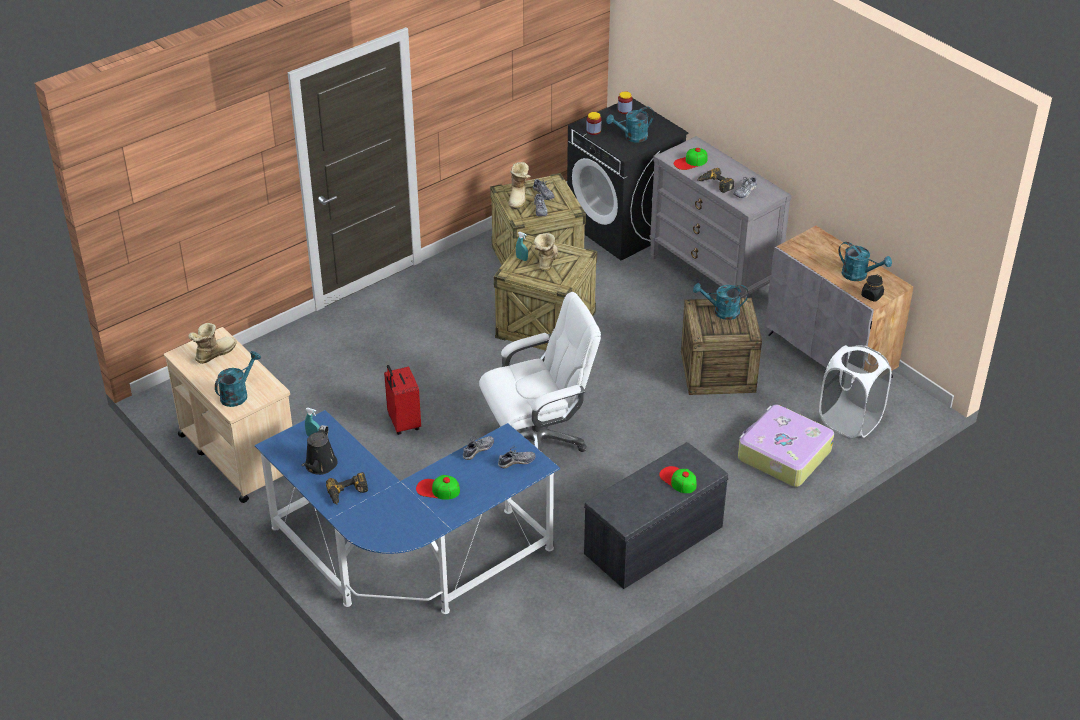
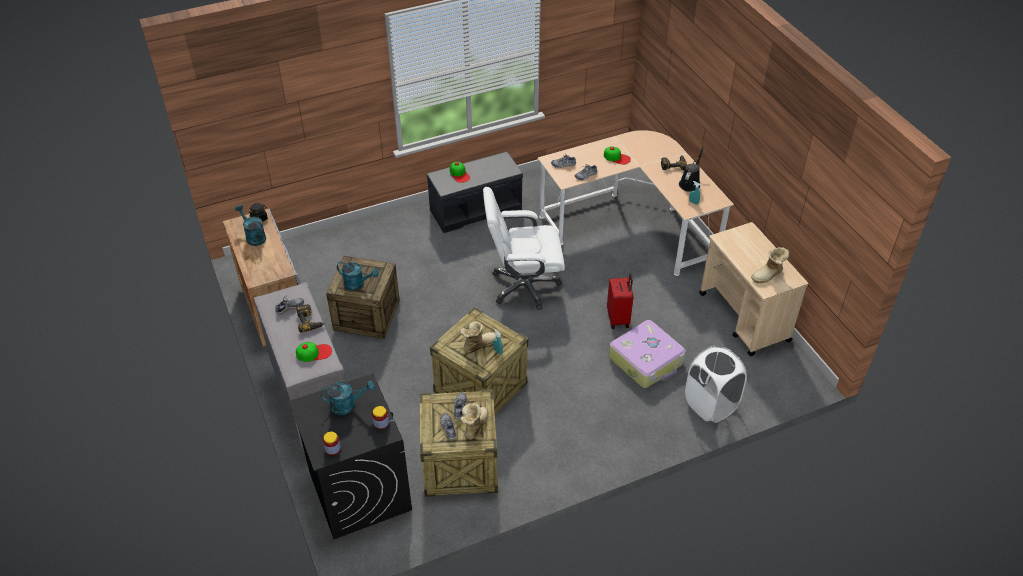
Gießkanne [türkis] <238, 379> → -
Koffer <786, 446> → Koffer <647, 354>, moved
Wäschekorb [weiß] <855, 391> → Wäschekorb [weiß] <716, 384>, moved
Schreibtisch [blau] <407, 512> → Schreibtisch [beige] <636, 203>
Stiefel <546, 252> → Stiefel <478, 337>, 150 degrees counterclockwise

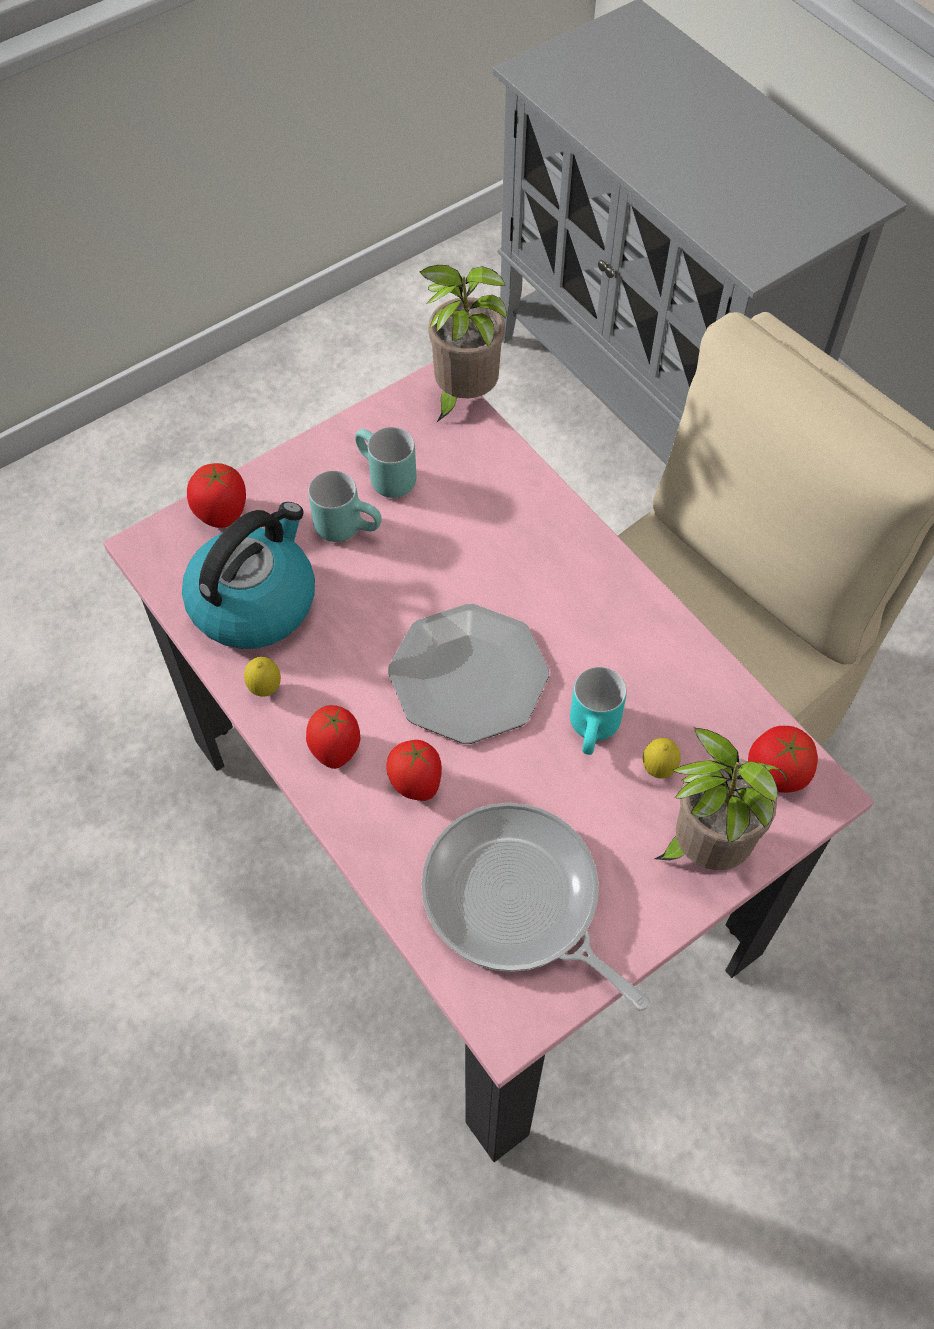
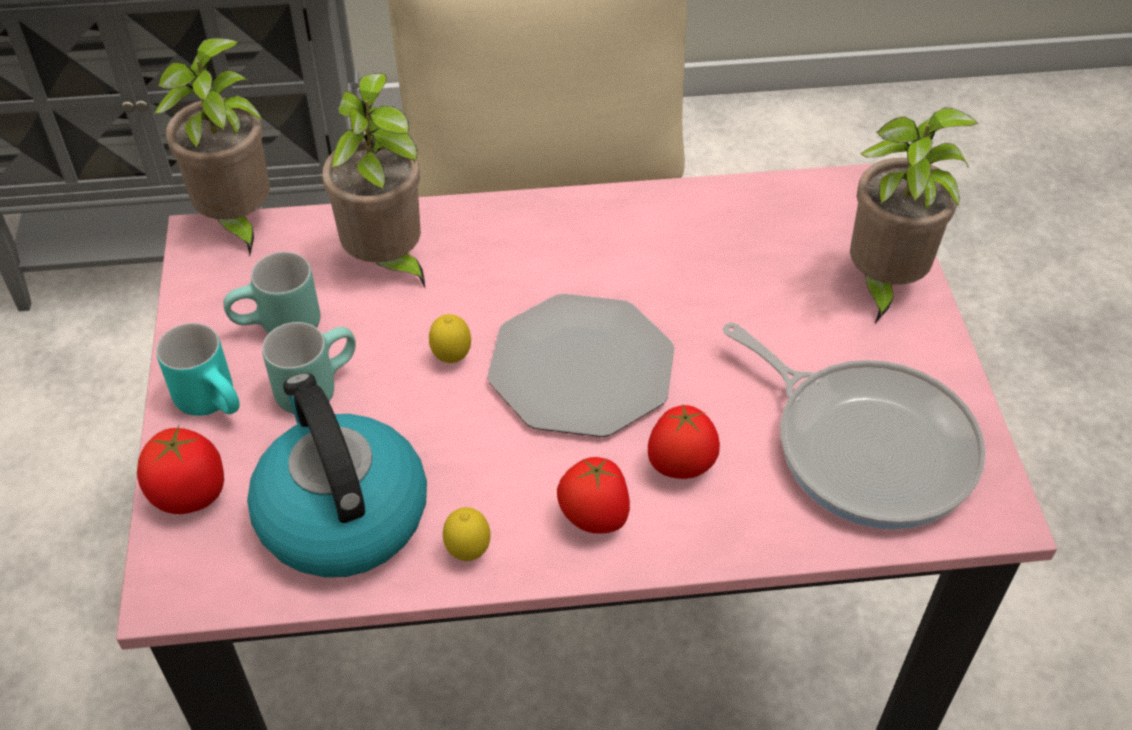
Tomate <783, 759> → -
- → Topfpflanze <373, 180>
Henkelbecher [türkis] <598, 711> → Henkelbecher [türkis] <198, 369>, moved
Zitrone <662, 758> → Zitrone <450, 338>, moved
Pfanne <535, 907> → Pfanne <854, 426>, 120 degrees counterclockwise

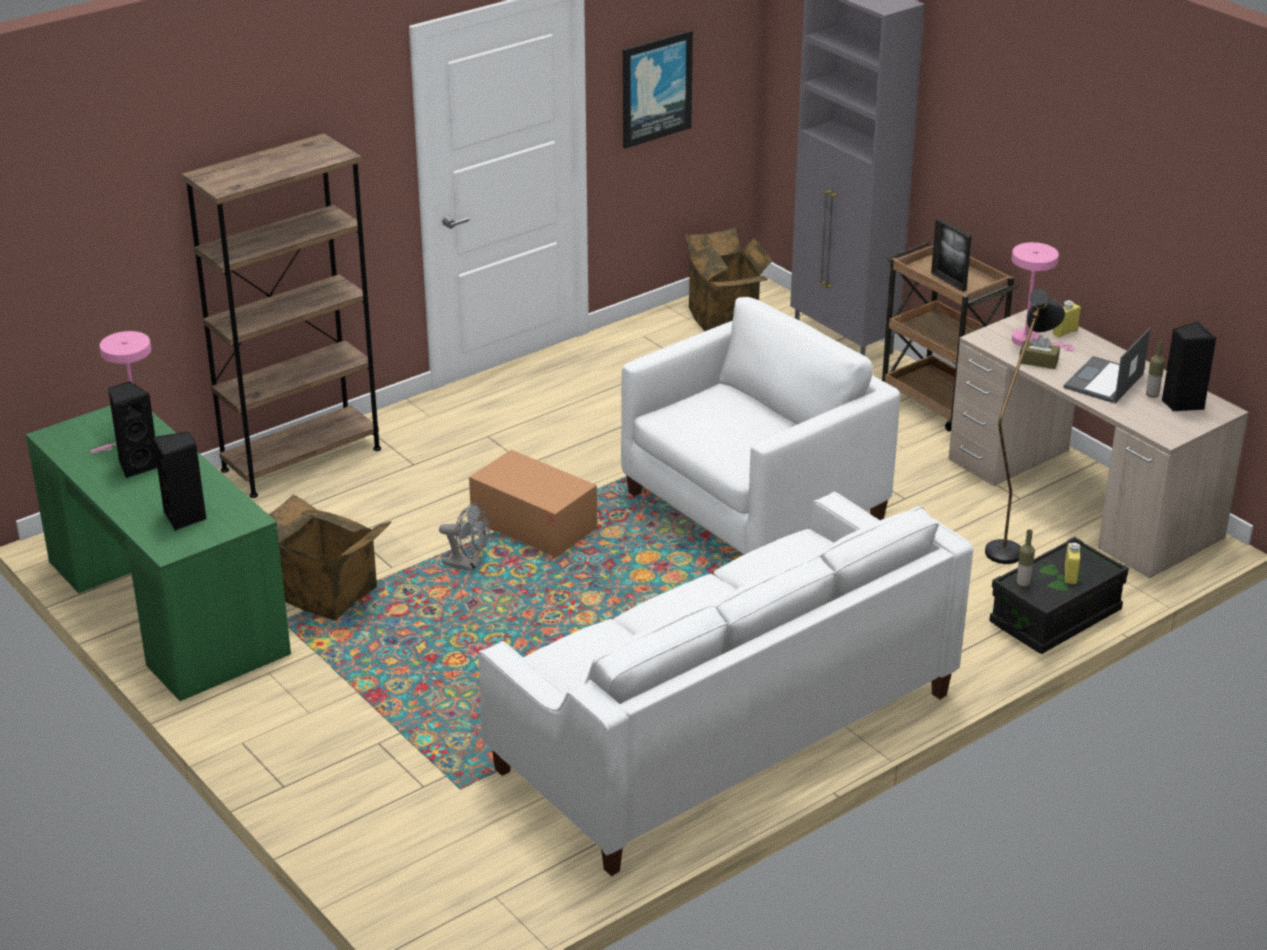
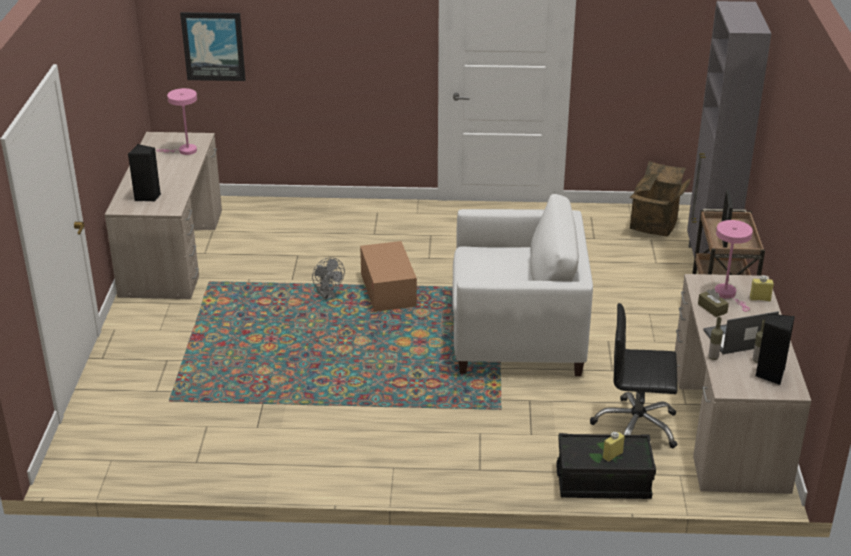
Lautsprecher [schwarz] <132, 430> → -
Bücherregal [braun] <281, 315> → -
Karton <330, 557> → -
Sofa [weiß] <726, 684> → -
Bild <658, 89> → Bild <213, 46>, moved
Flasche <1026, 558> → Flasche <715, 338>, moved
Stehlampe [schwarz] <1025, 426> → Bürostuhl [schwarz] <634, 376>
Schreibtisch [grün] <158, 553> → Schreibtisch [beige] <163, 215>

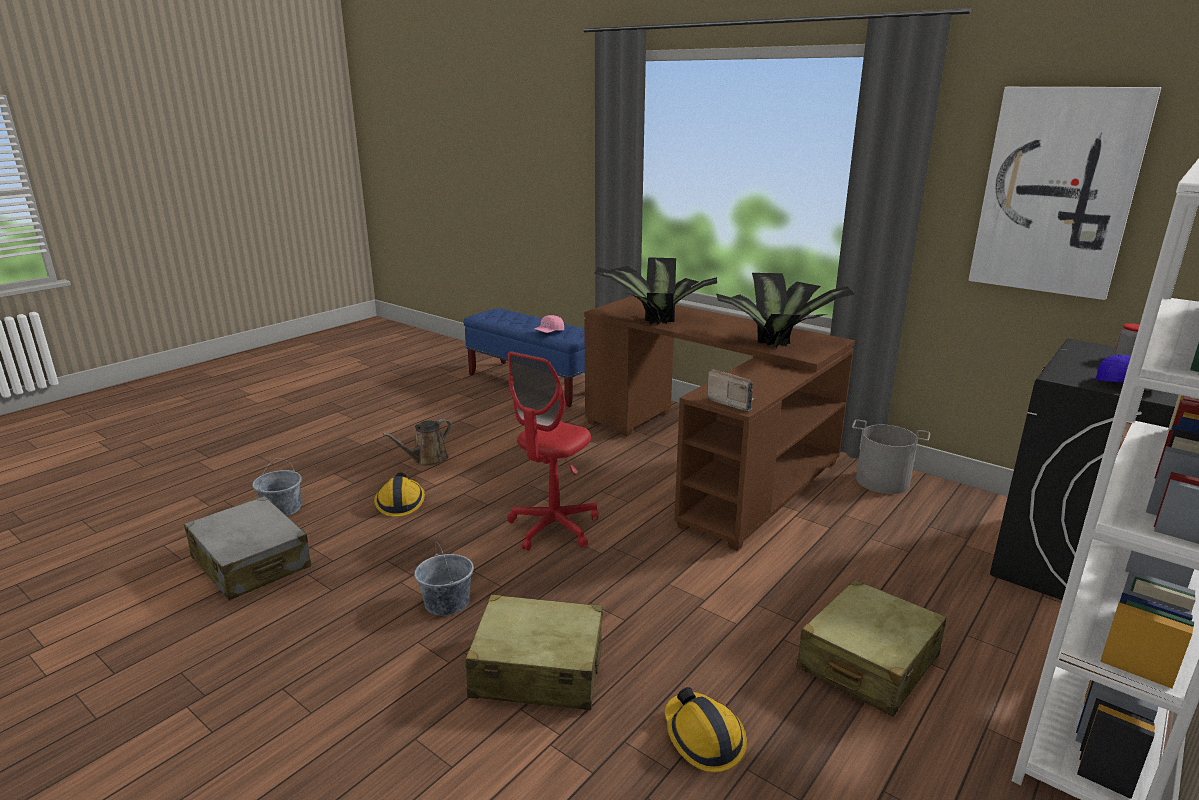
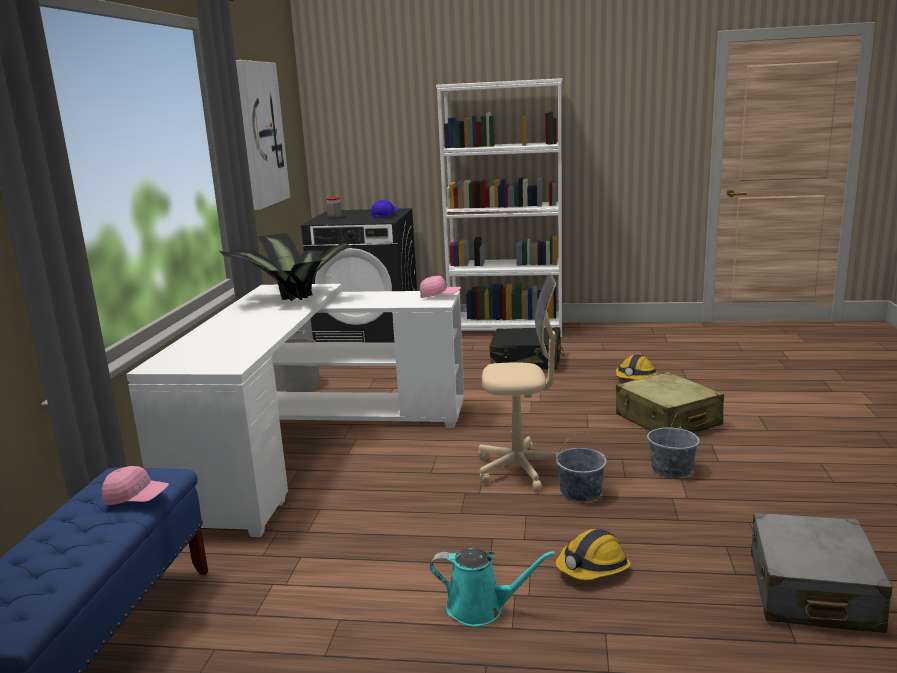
Topfpflanze <655, 291> → -
Eimer [grau] <277, 487> → Eimer [grau] <581, 467>, moved
Radio <731, 390> → Kappe [rosa] <440, 287>
Gießkanne [braun] <417, 442> → Gießkanne [türkis] <492, 587>
Bürostuhl [rot] <552, 451> → Bürostuhl [beige] <519, 383>
Schreibtisch [braun] <719, 423> → Schreibtisch [weiß] <295, 410>
Koffer [beige] <872, 648> → Koffer [schwarz] <526, 348>

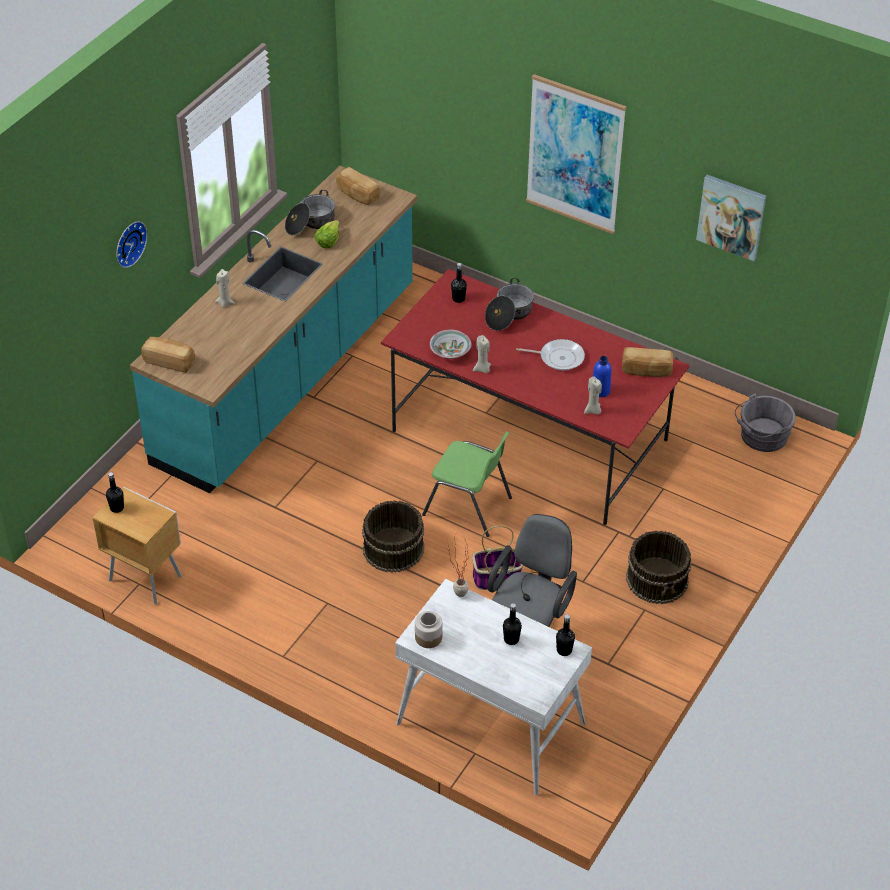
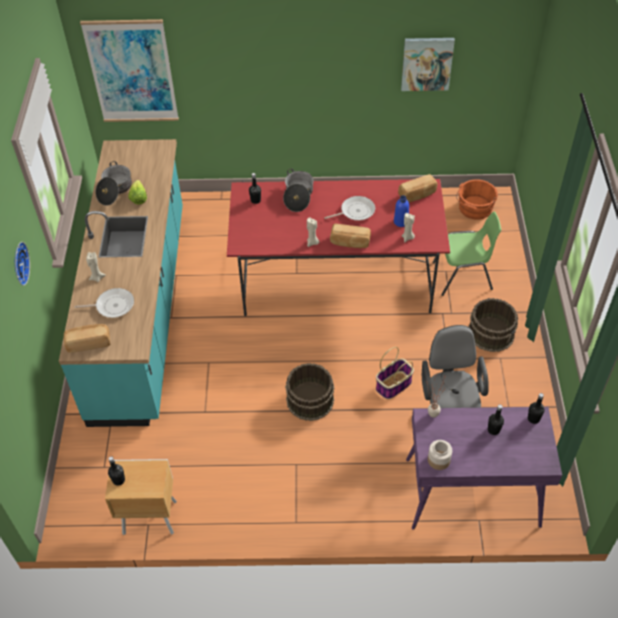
Schüssel <451, 344> → -
- → Pfanne <104, 303>
Brot <358, 186> → Brot <350, 235>, moved
Stuhl [grün] <467, 484> → Stuhl [grün] <467, 254>, moved
Bild <576, 154> → Bild <129, 70>, moved
Schreibtisch [weiß] <493, 687> → Schreibtisch [lila] <484, 468>
Eimer [grau] <765, 423> → Eimer [orange] <477, 199>

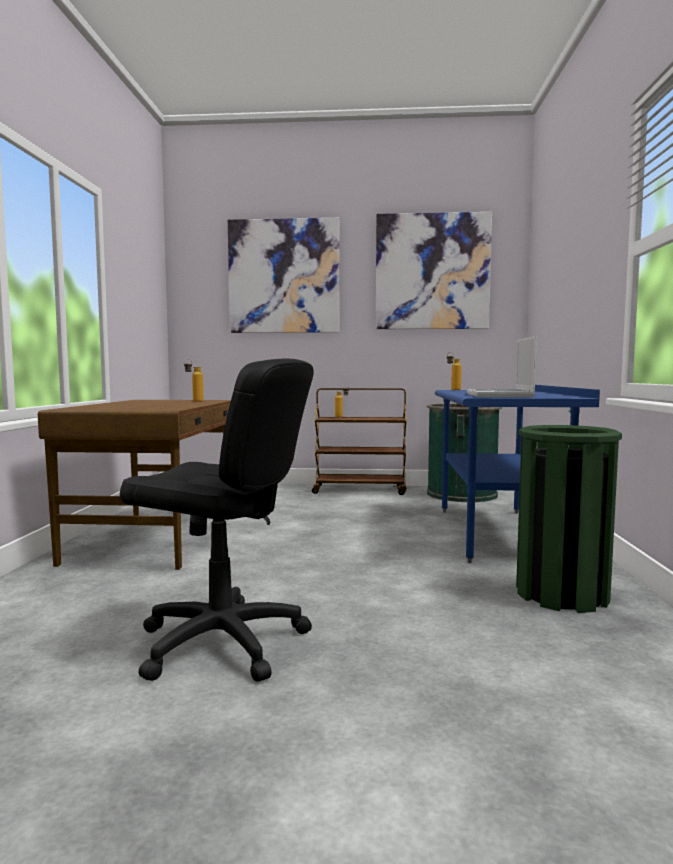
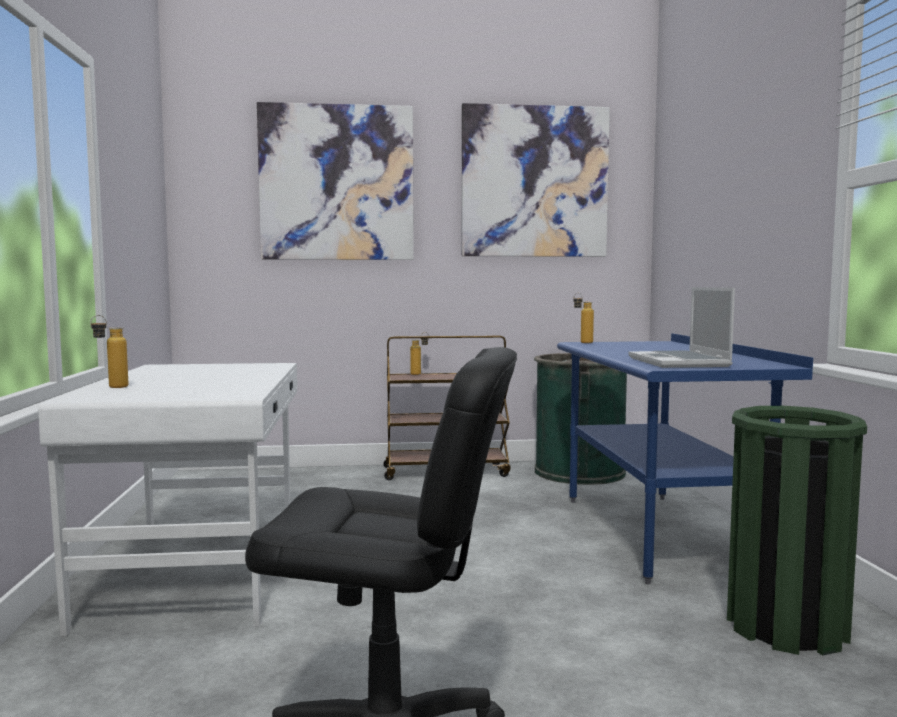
Flasche <194, 380> → Flasche <109, 351>, moved
Schreibtisch [braun] <134, 485> → Schreibtisch [weiß] <167, 499>

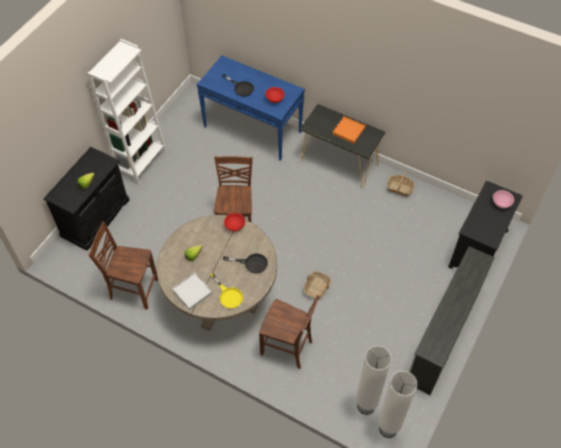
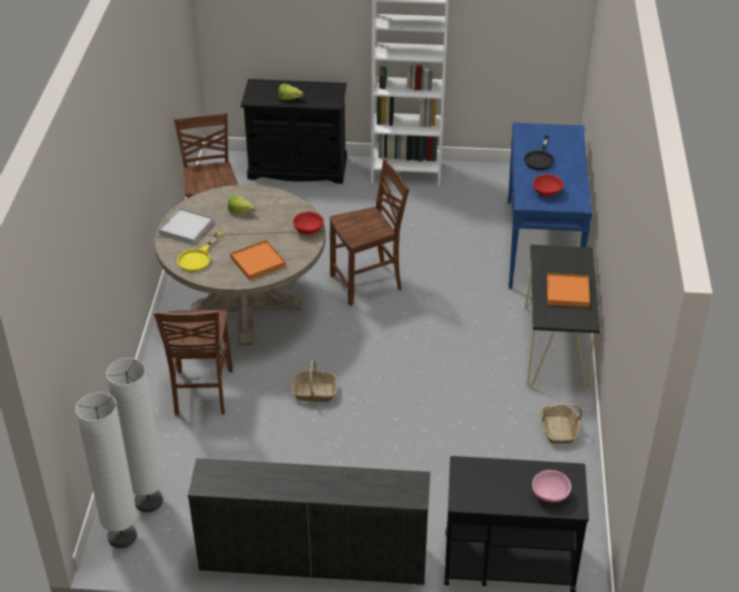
Pfanne [schwarz] <245, 264> → Tablett [orange] <258, 260>

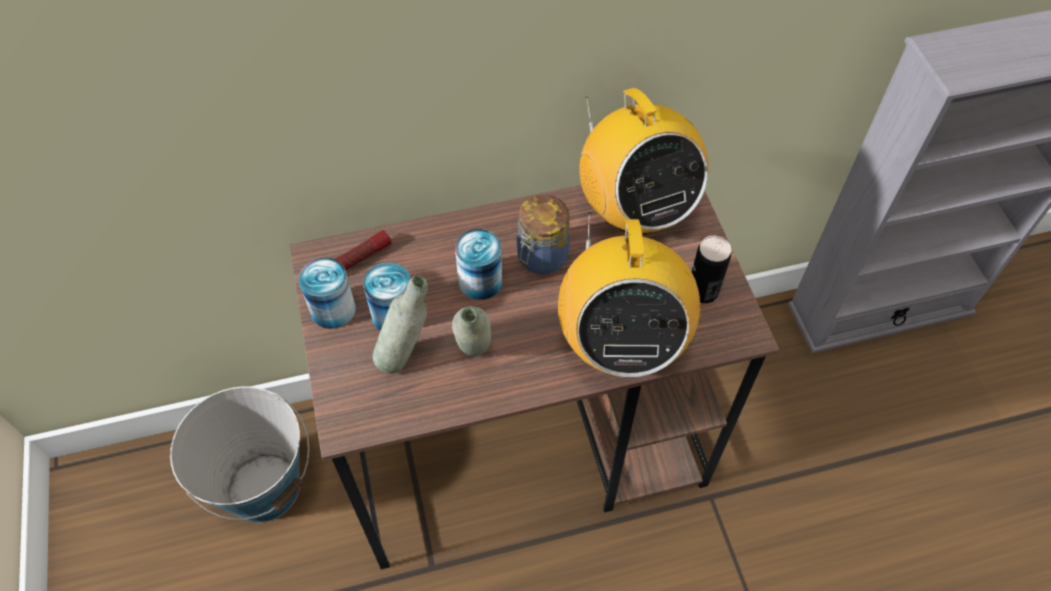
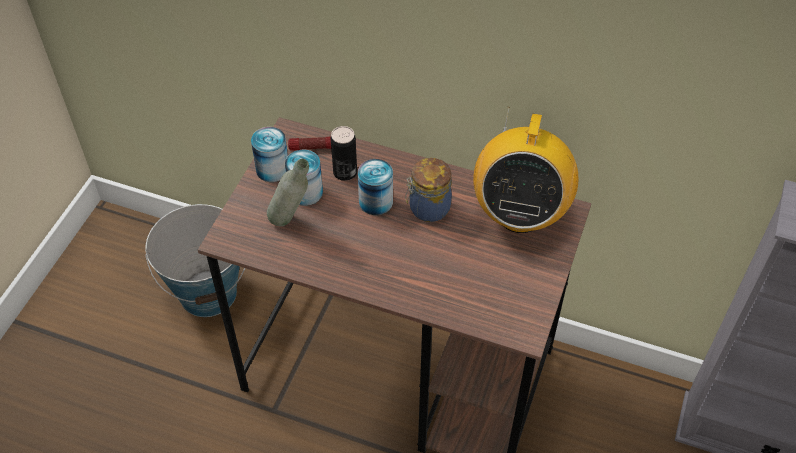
Flasche [grau] <471, 331> → -
Radio <629, 295> → -
Dose <711, 269> → Dose <344, 153>, moved

